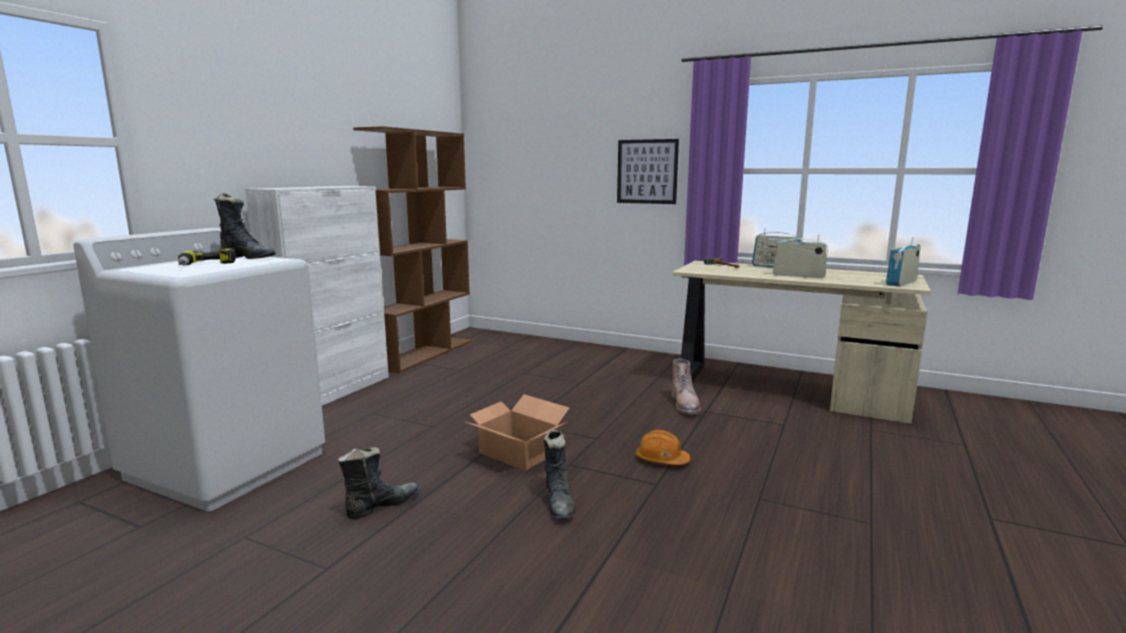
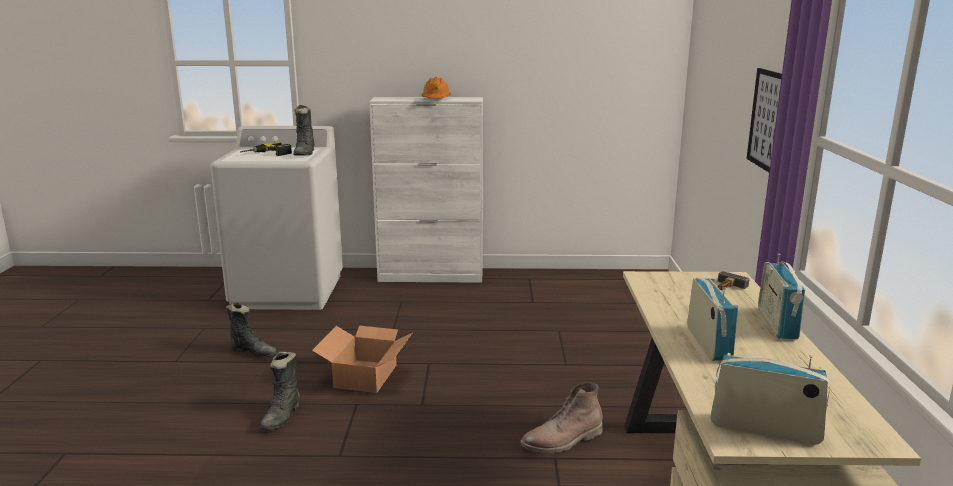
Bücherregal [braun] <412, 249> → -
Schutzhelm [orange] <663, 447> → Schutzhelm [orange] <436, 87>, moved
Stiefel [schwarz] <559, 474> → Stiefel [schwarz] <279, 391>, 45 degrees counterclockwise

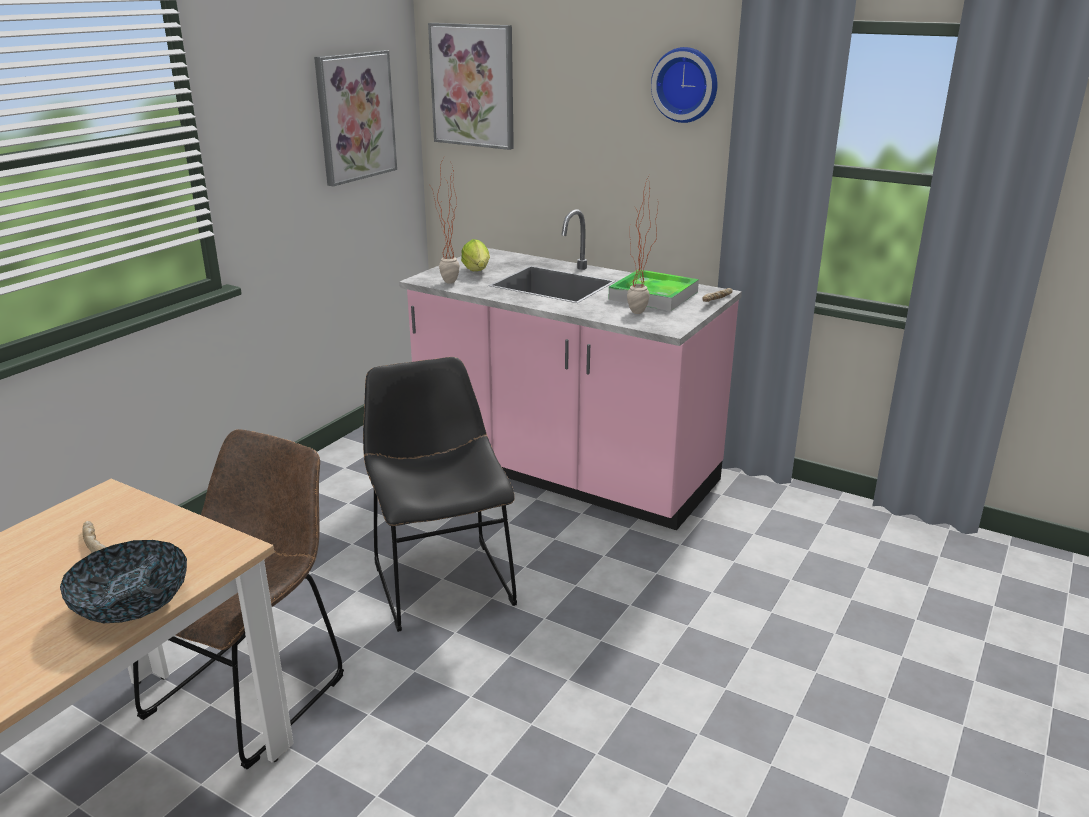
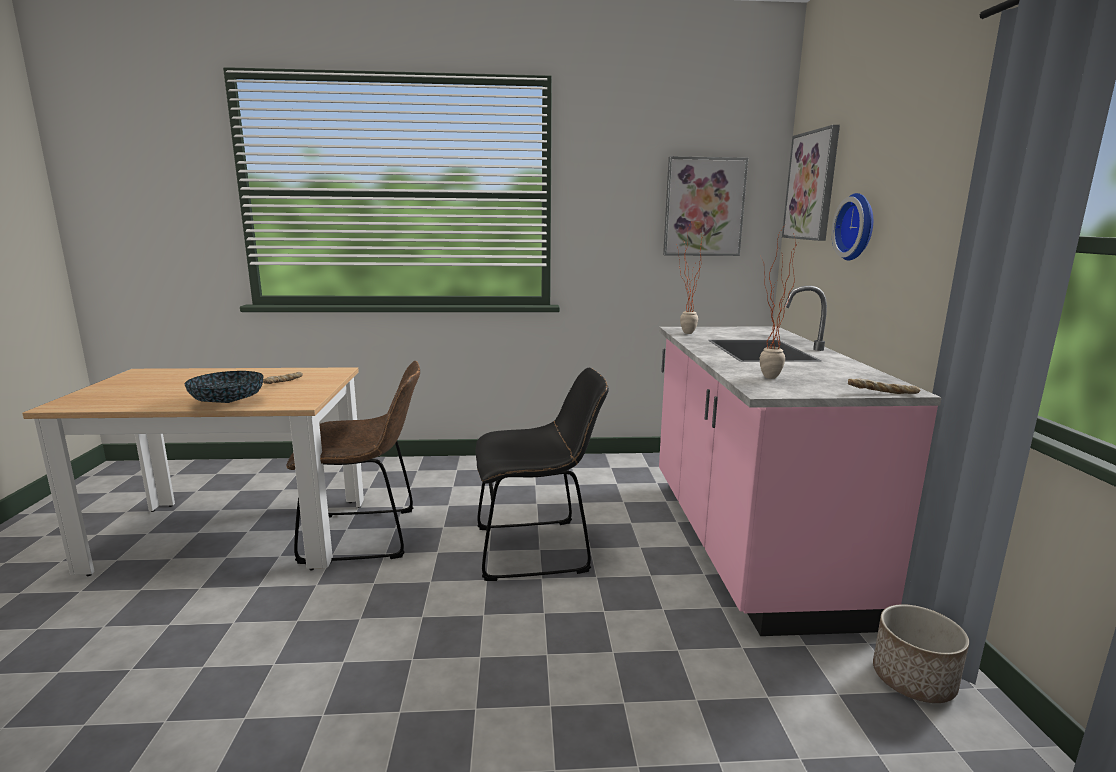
Salatkopf <475, 255> → -
Tablett <654, 290> → -
- → Pflanzkübel <921, 653>
Wanduhr <684, 85> → Wanduhr <852, 227>, moved
Stuhl [schwarz] <440, 494> → Stuhl [schwarz] <542, 474>, 45 degrees clockwise

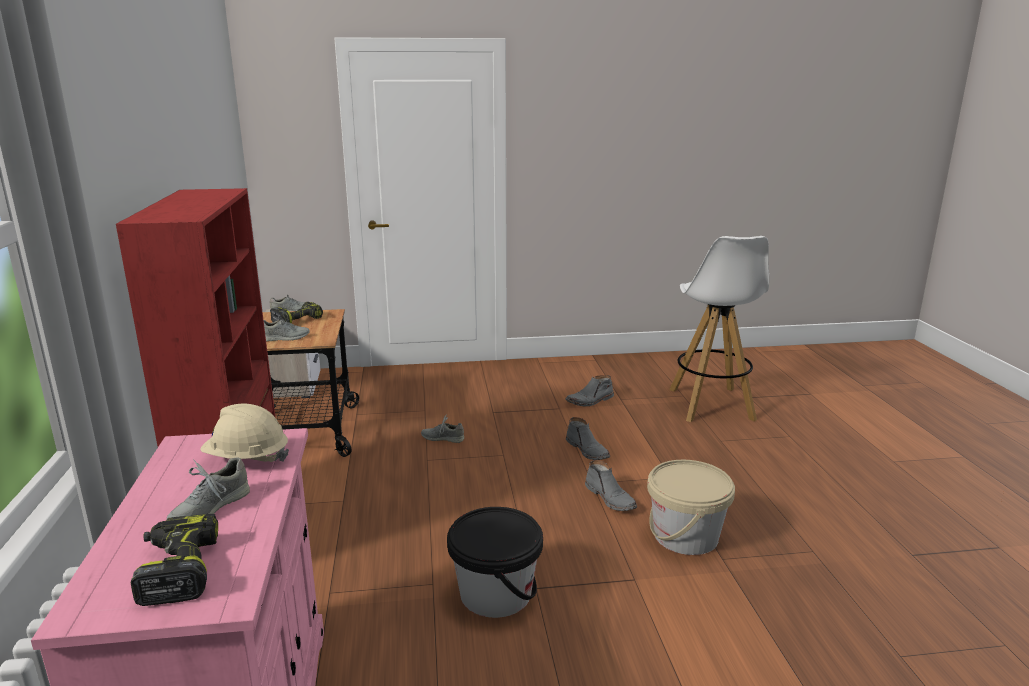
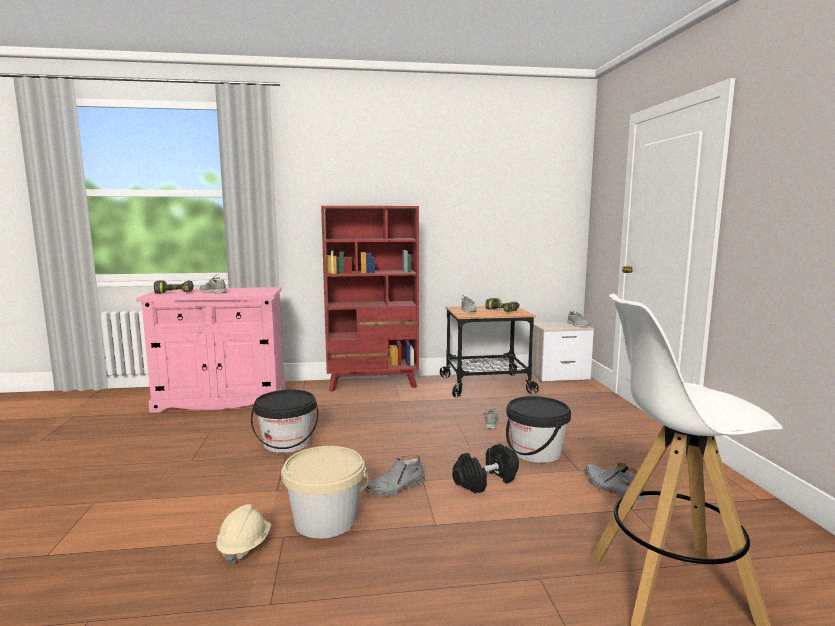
- → Eimer [schwarz] <538, 429>
Schutzhelm [beige] <244, 433> → Schutzhelm [beige] <243, 534>, moved
Stiefel [grau] <588, 438> → Hantel [schwarz] <485, 468>

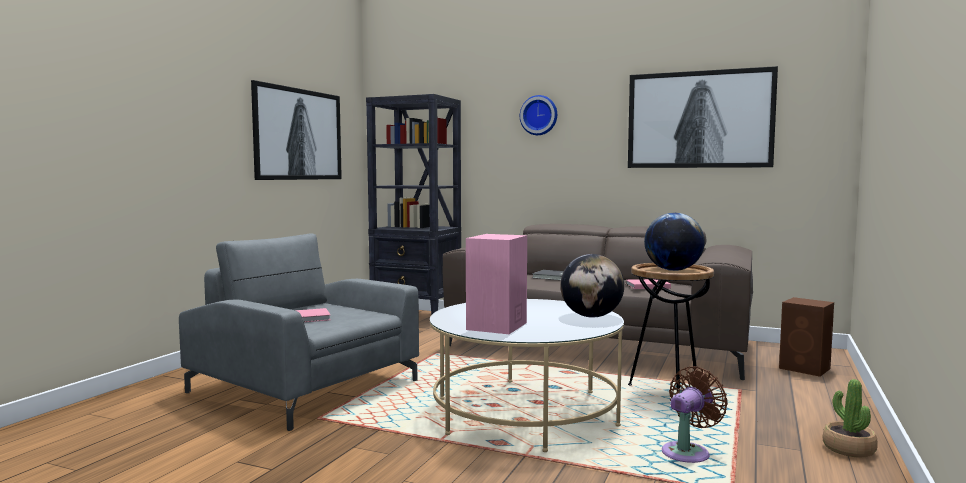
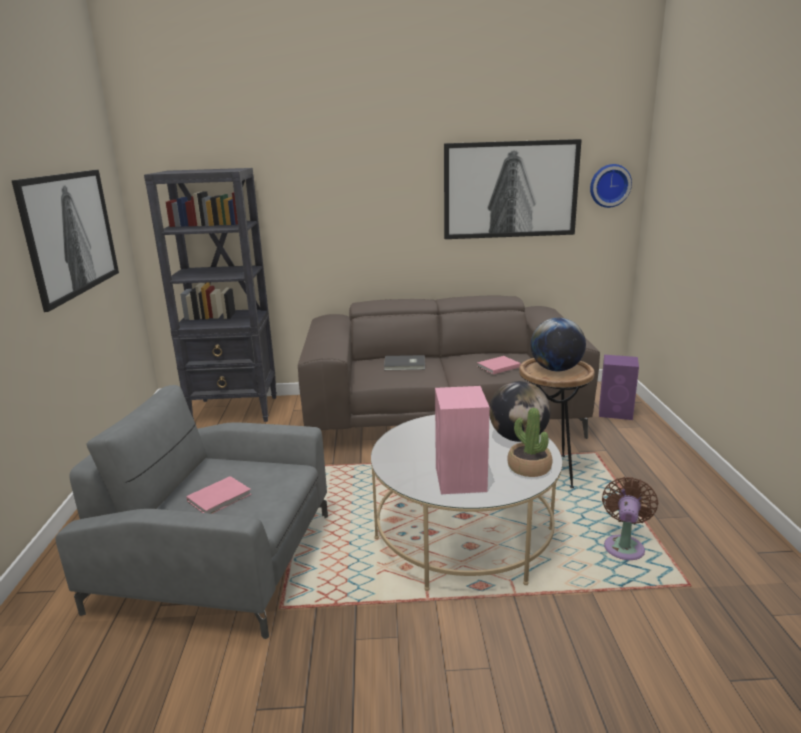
Wanduhr <538, 115> → Wanduhr <611, 186>, moved
Topfpflanze <850, 418> → Topfpflanze <529, 442>, moved
Lautsprecher [braun] <806, 337> → Lautsprecher [lila] <619, 387>

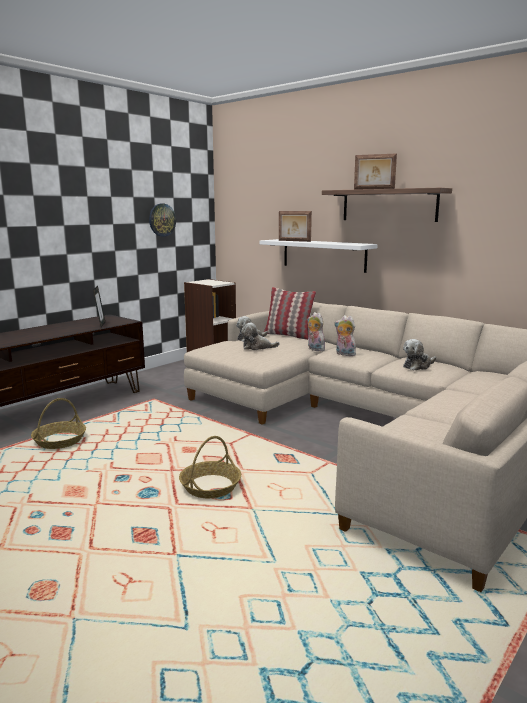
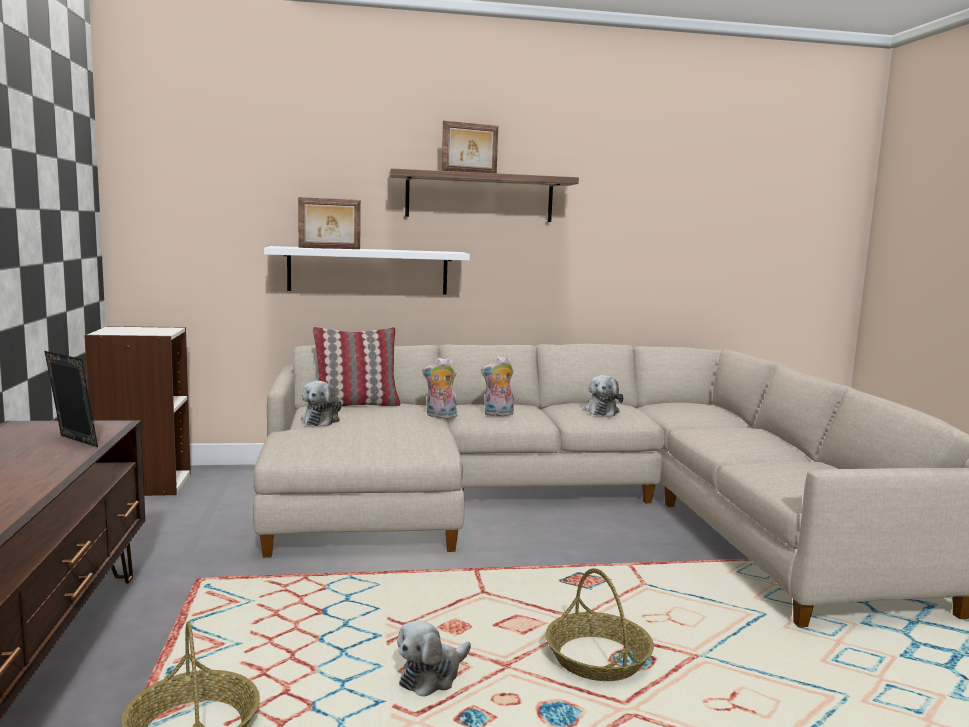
Wanduhr <162, 220> → -
Plüschtier <260, 336> → Plüschtier <434, 658>, moved

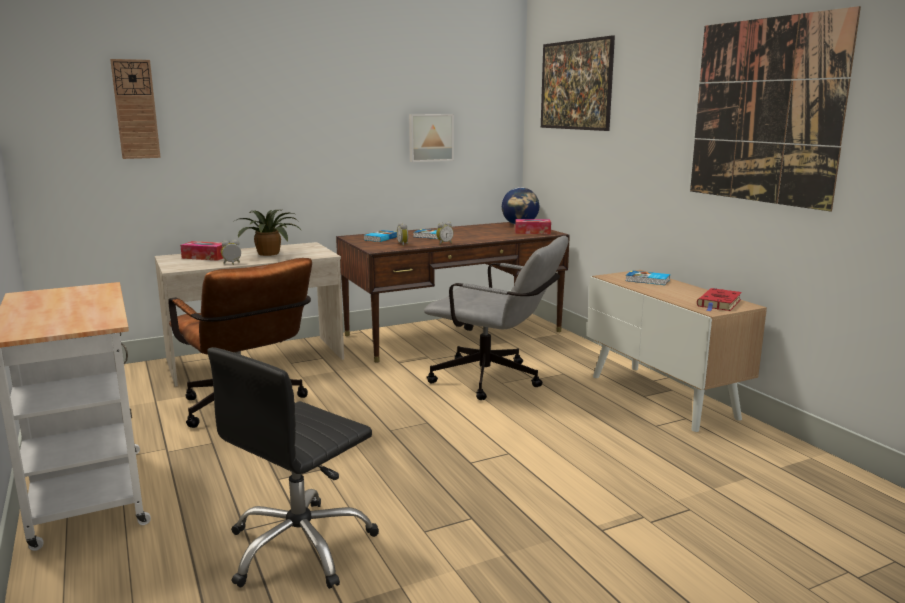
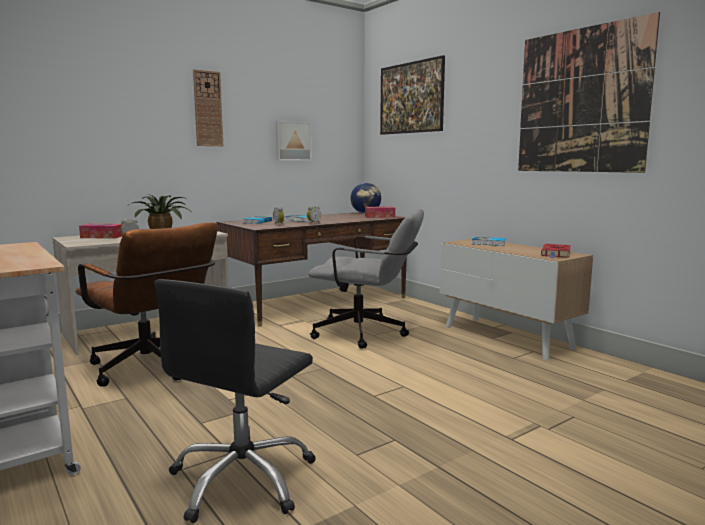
Wanduhr <135, 109> → Wanduhr <208, 107>, moved

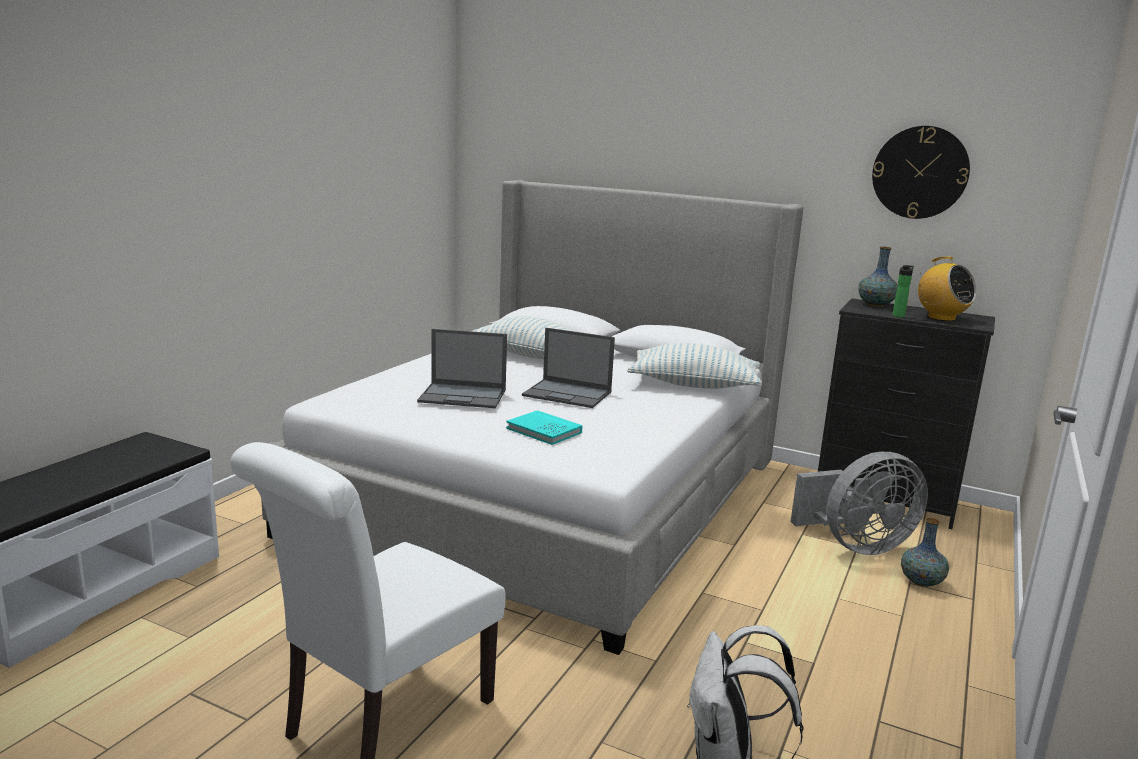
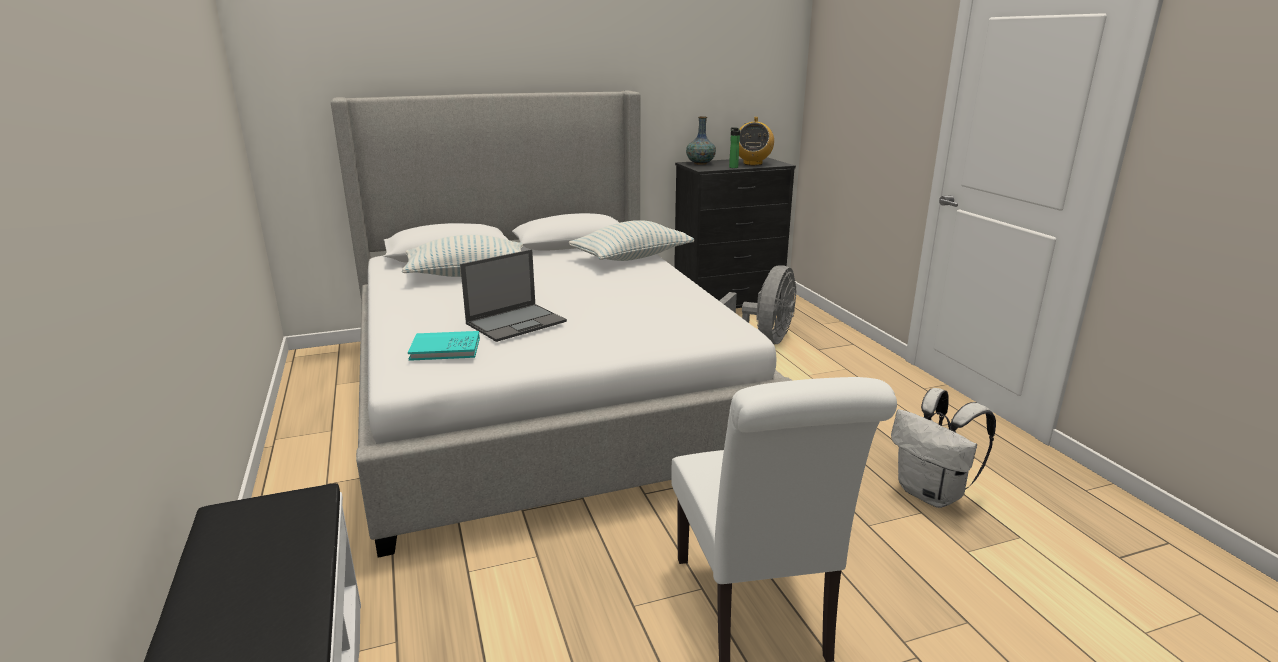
Laptop <568, 368> → -
Wanduhr <921, 172> → -
Vase <925, 552> → -
Buch [türkis] <544, 427> → Buch [türkis] <444, 346>, moved
Radio <947, 288> → Radio <756, 141>, 90 degrees clockwise

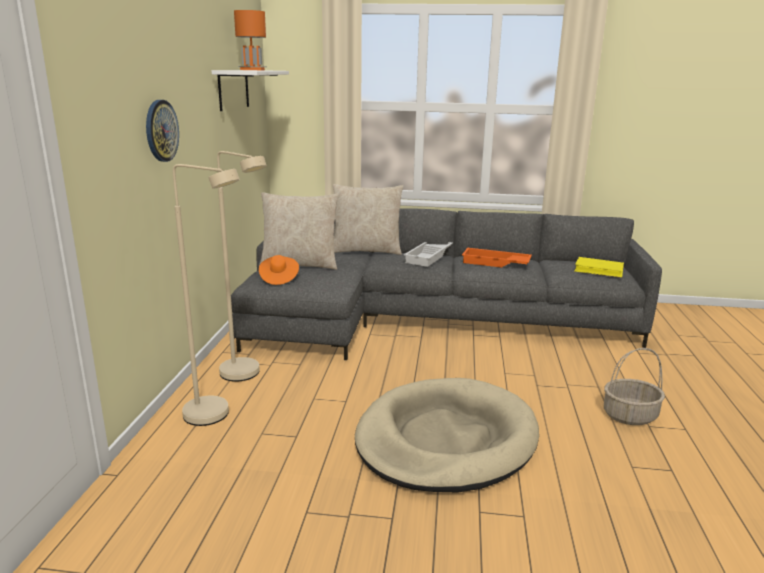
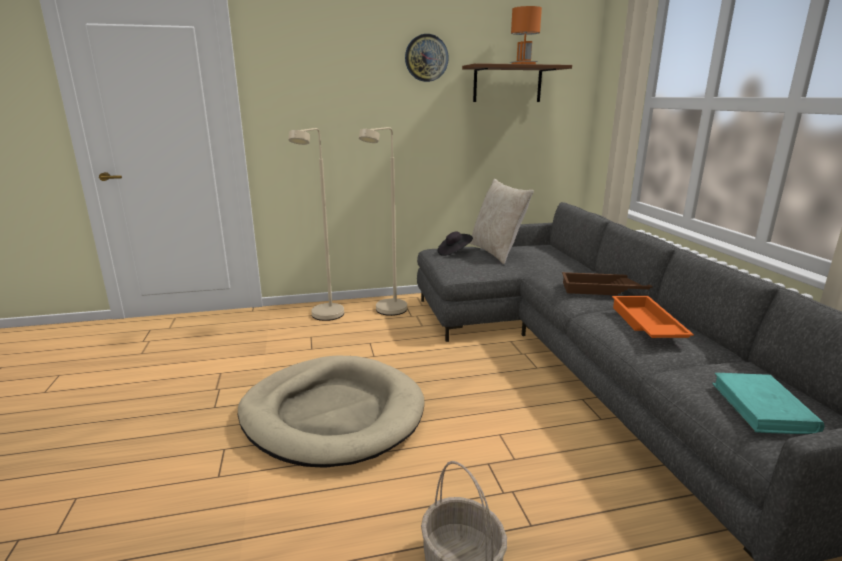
Kissen [beige] <368, 219> → -
Wanduhr <162, 131> → Wanduhr <427, 58>, moved
Wandregal [weiß] <250, 90> → Wandregal [braun] <517, 82>
Hut [orange] <279, 270> → Hut [schwarz] <455, 244>
Tablett [weiß] <428, 254> → Tablett [braun] <607, 283>
Buch [gelb] <599, 267> → Buch [türkis] <768, 403>

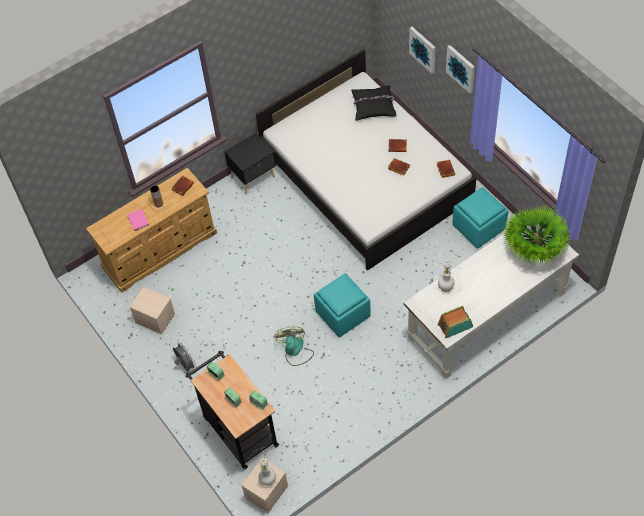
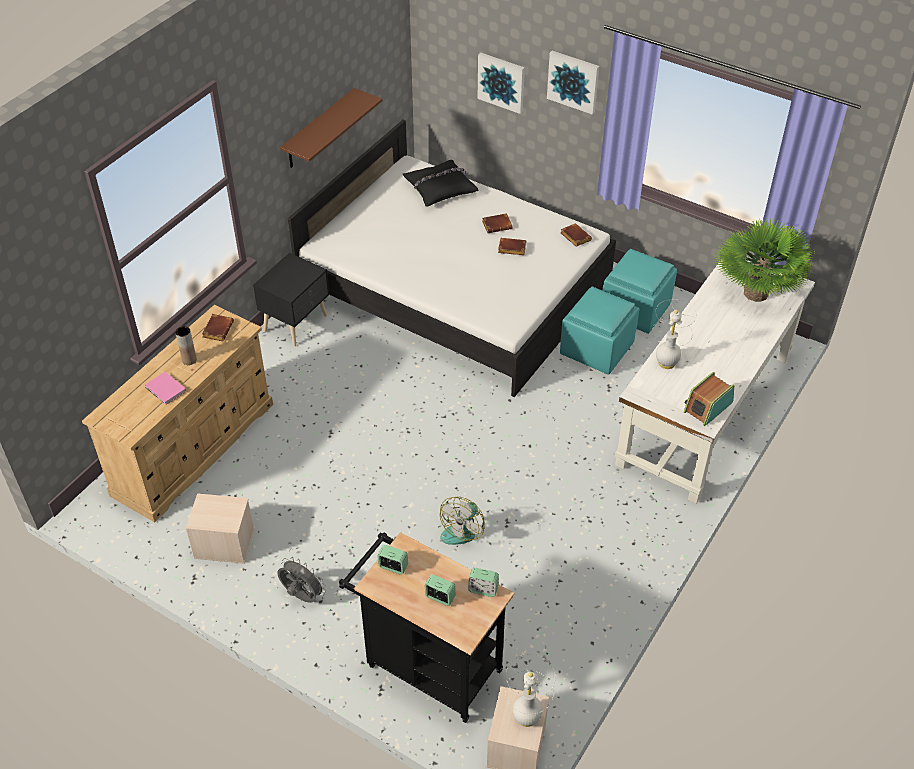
- → Wandregal [braun] <331, 128>
Polsterhocker [türkis] <342, 305> → Polsterhocker [türkis] <599, 330>, moved
Ventilator <294, 346> → Ventilator <462, 521>, 120 degrees counterclockwise

